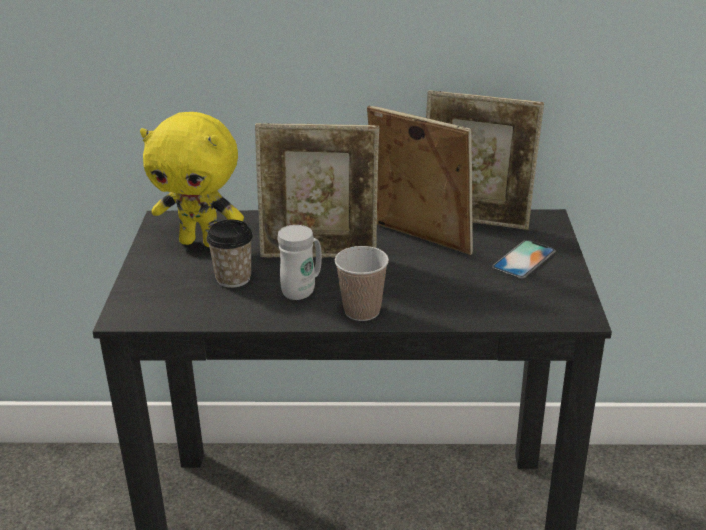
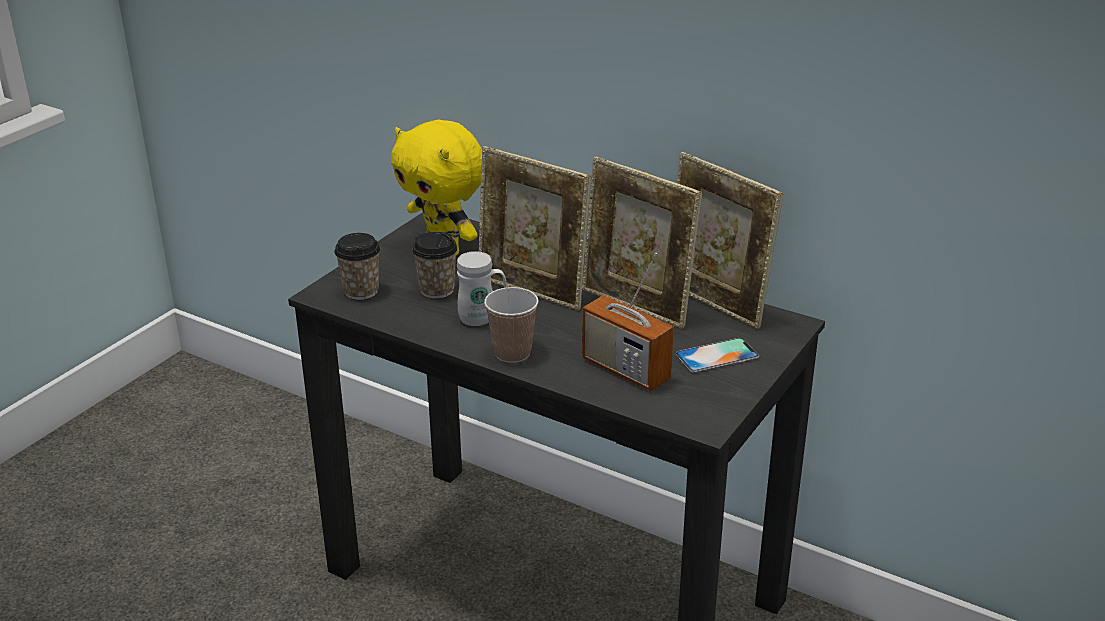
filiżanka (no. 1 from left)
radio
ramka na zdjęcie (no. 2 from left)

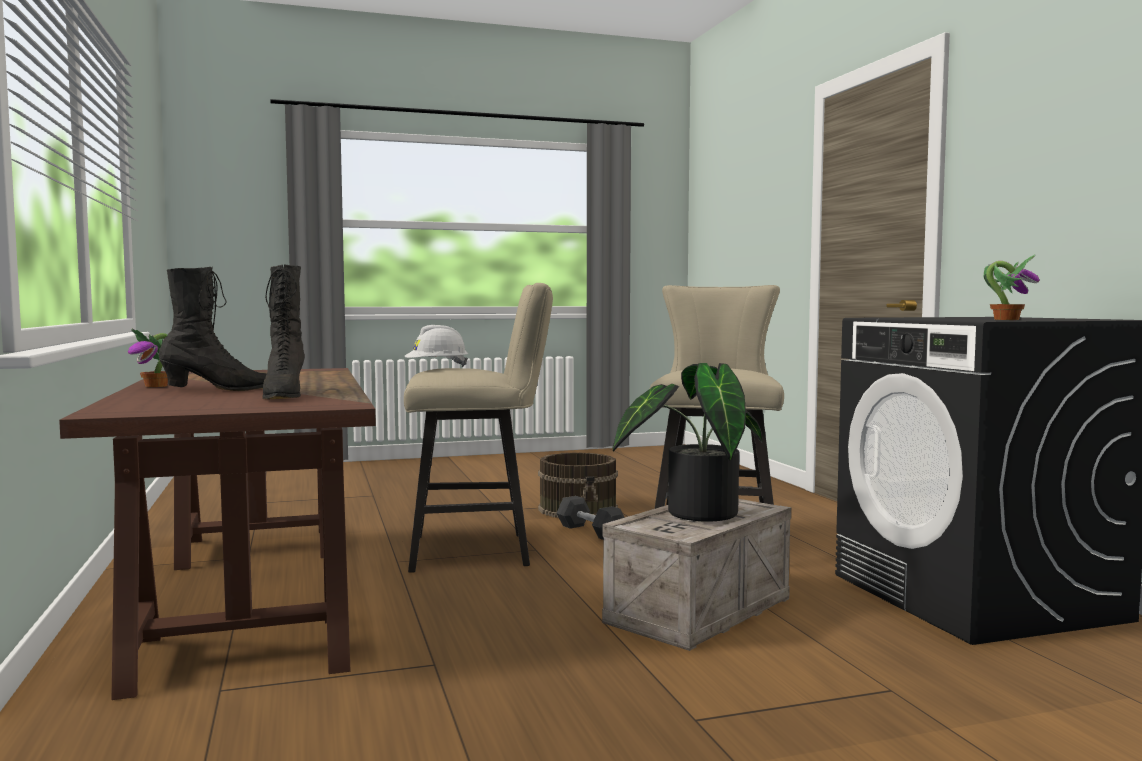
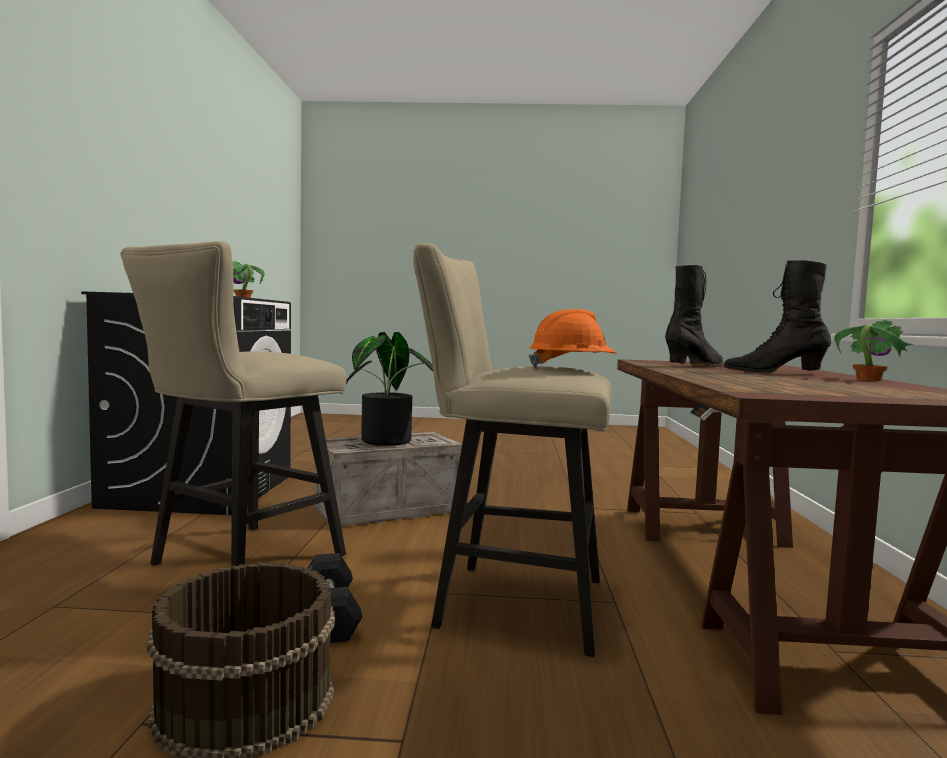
kask/pomarańczowy
but z cholewką/czarny (no. 1 from left)

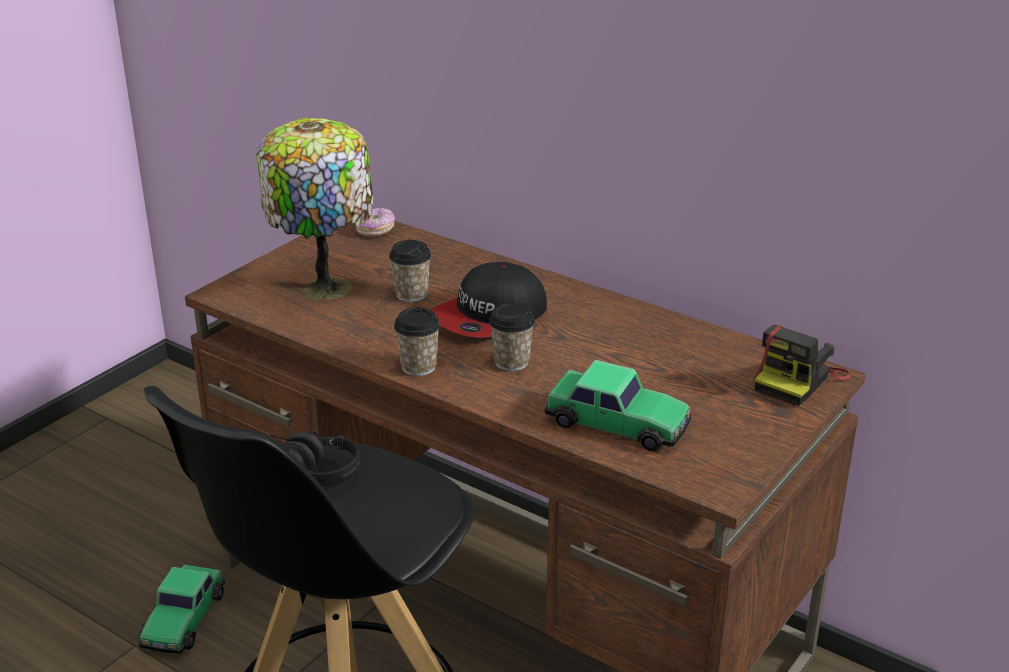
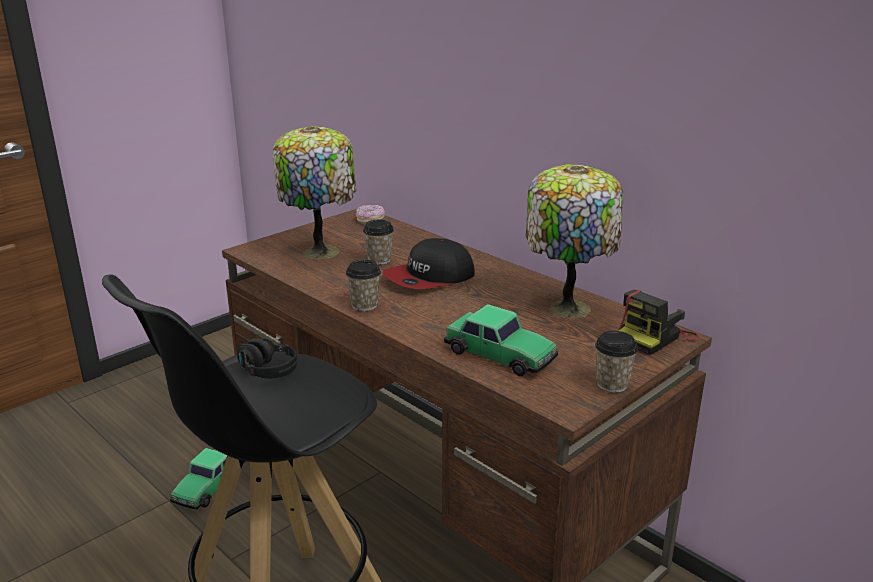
lampa stołowa (no. 2 from left)
filiżanka (no. 3 from left)

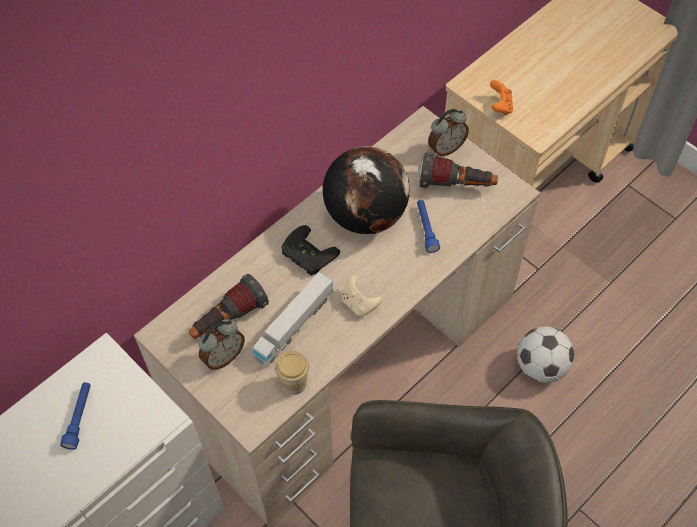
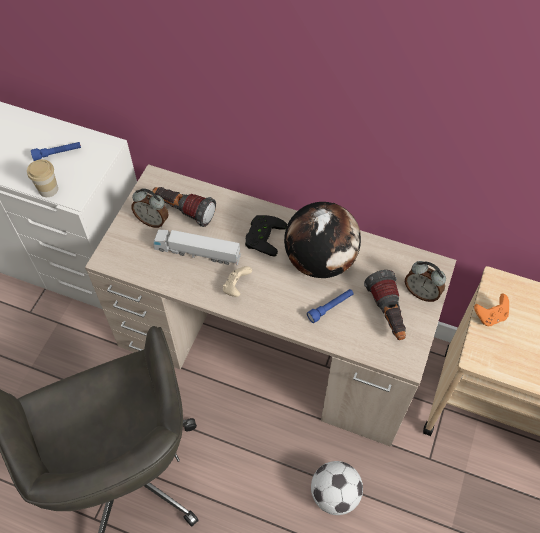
filiżanka

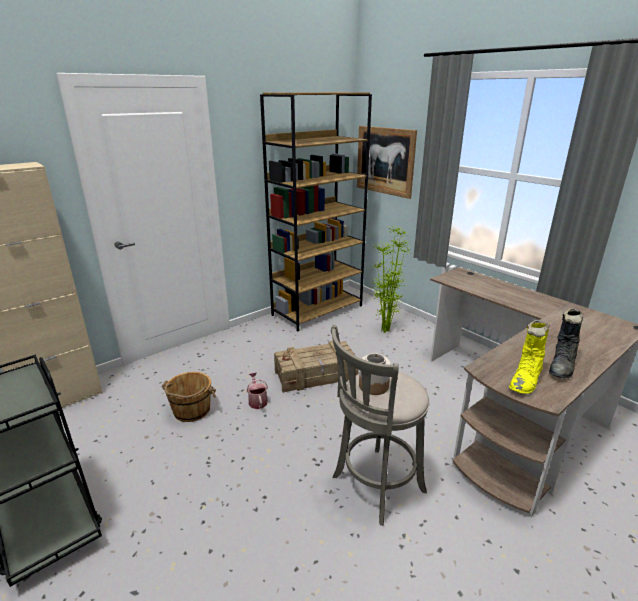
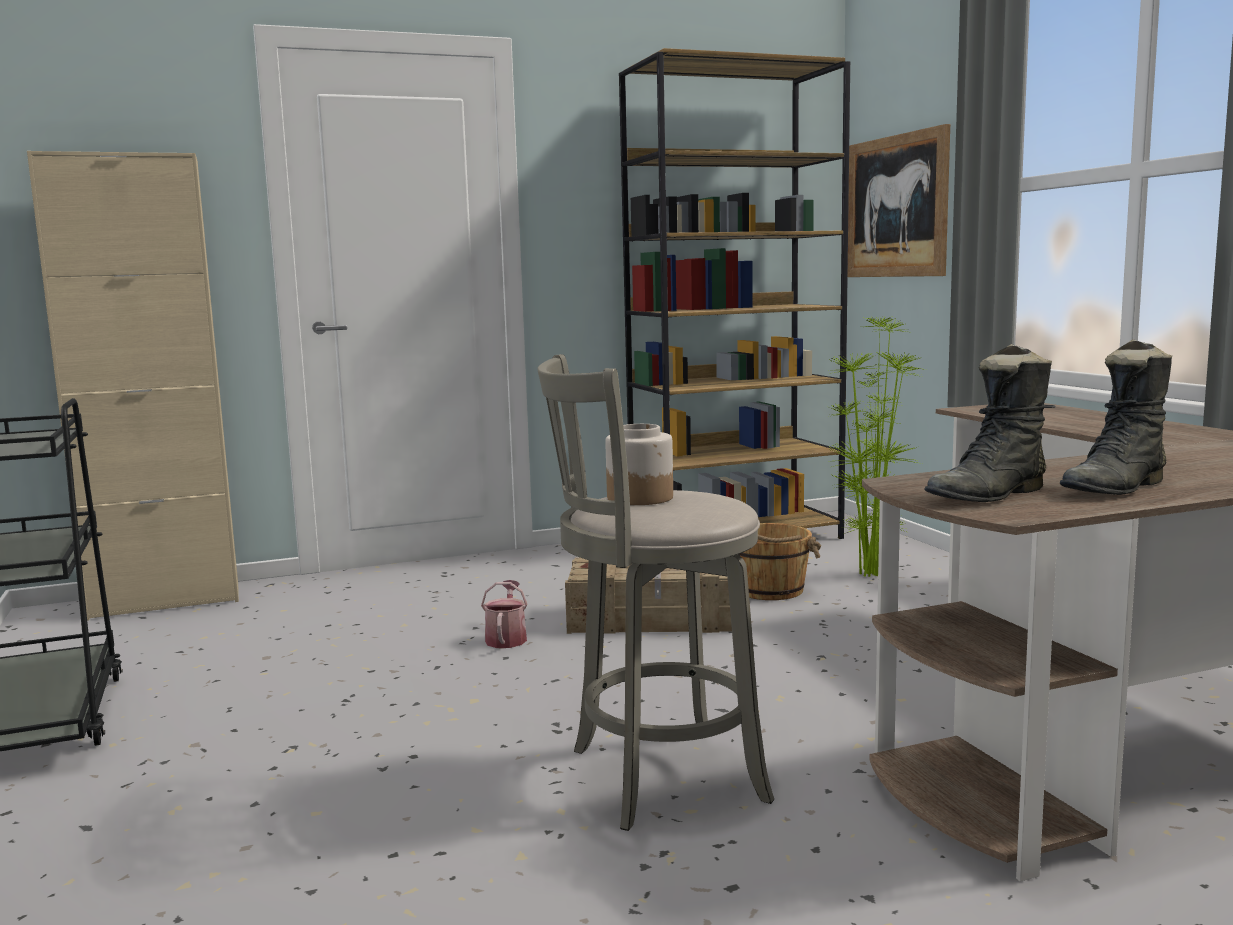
wiadro/brązowy
but z cholewką/czarny (no. 1 from left)

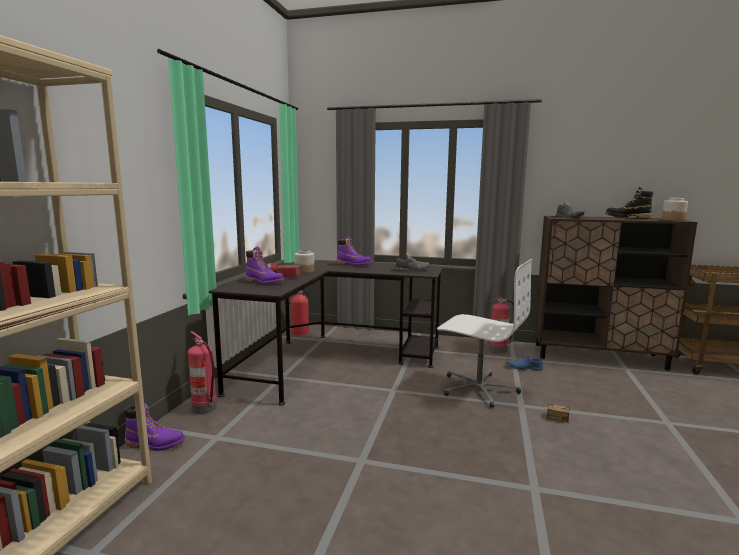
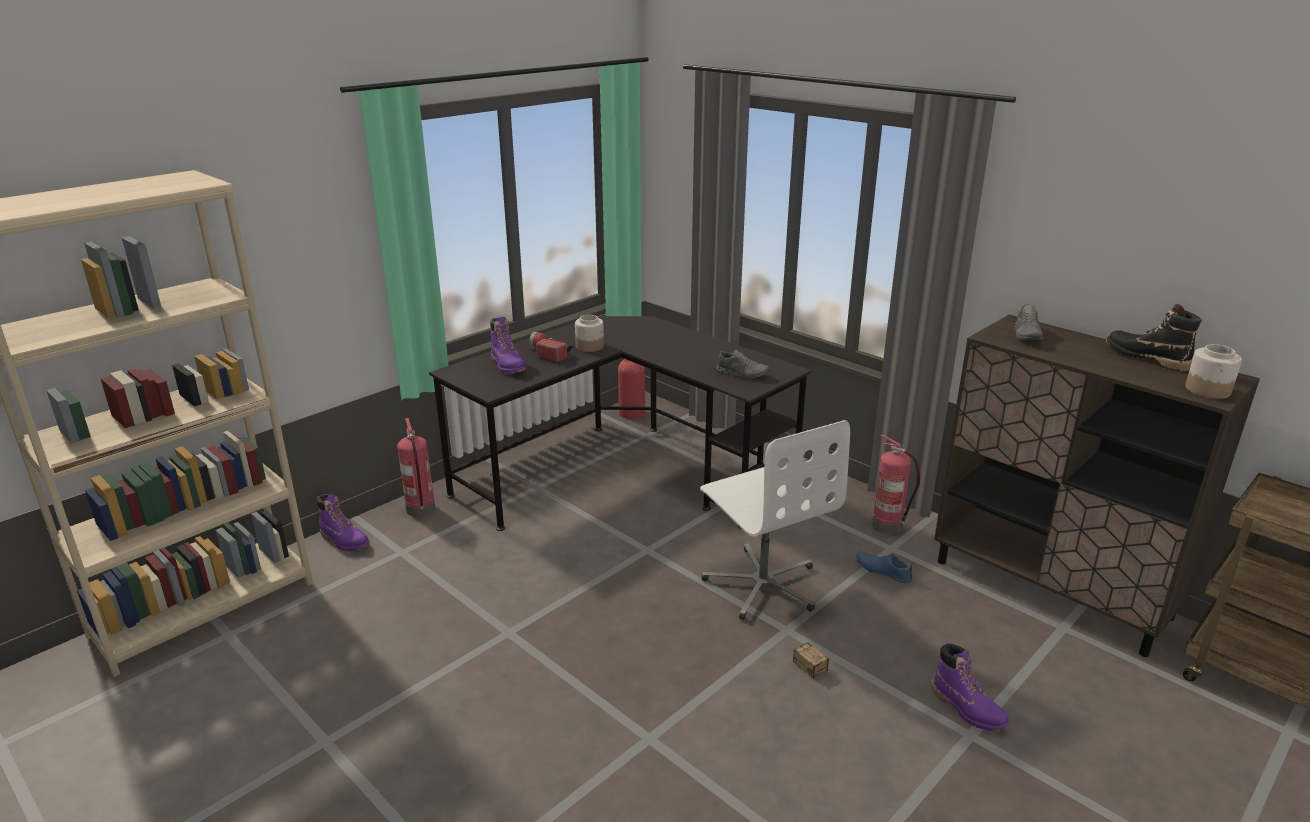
but z cholewką/fioletowy (no. 3 from left)

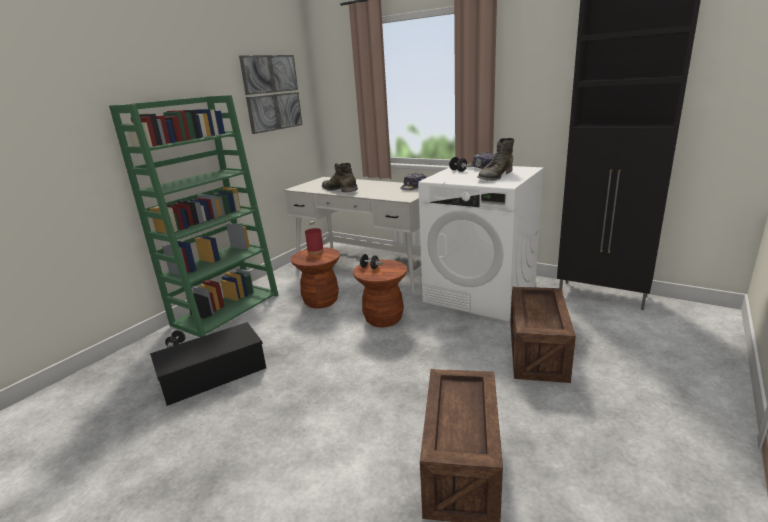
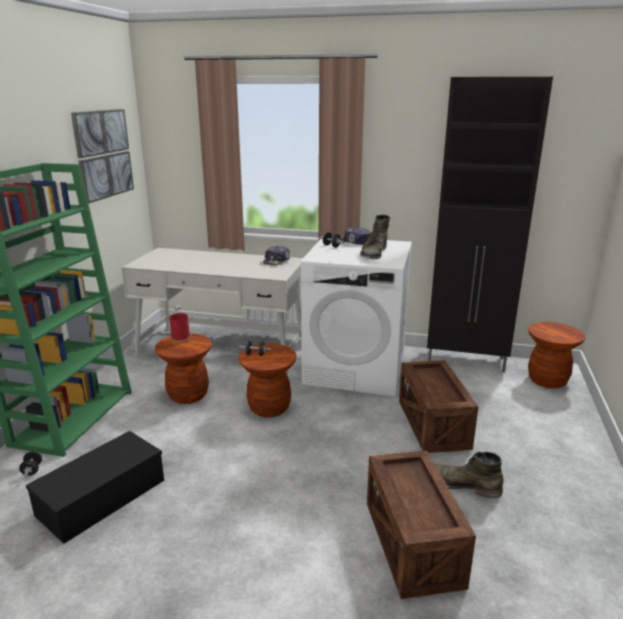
stołek/brązowy (no. 3 from left)
but z cholewką/zielony (no. 2 from left)

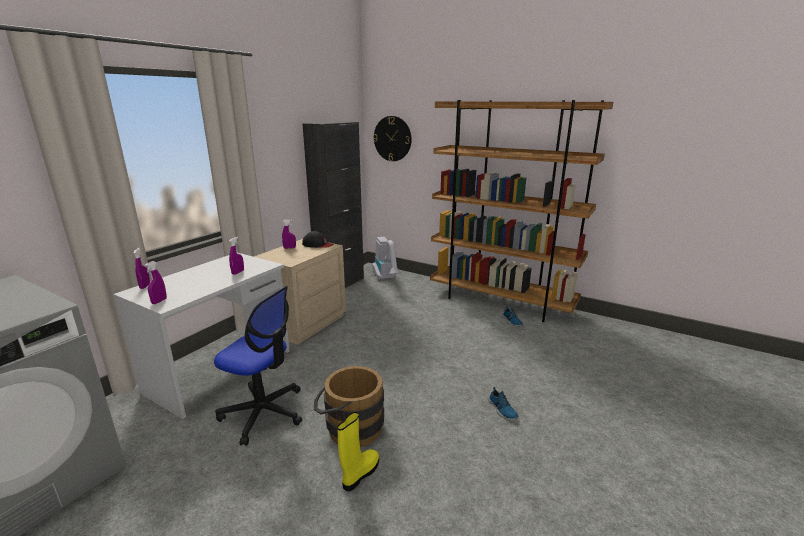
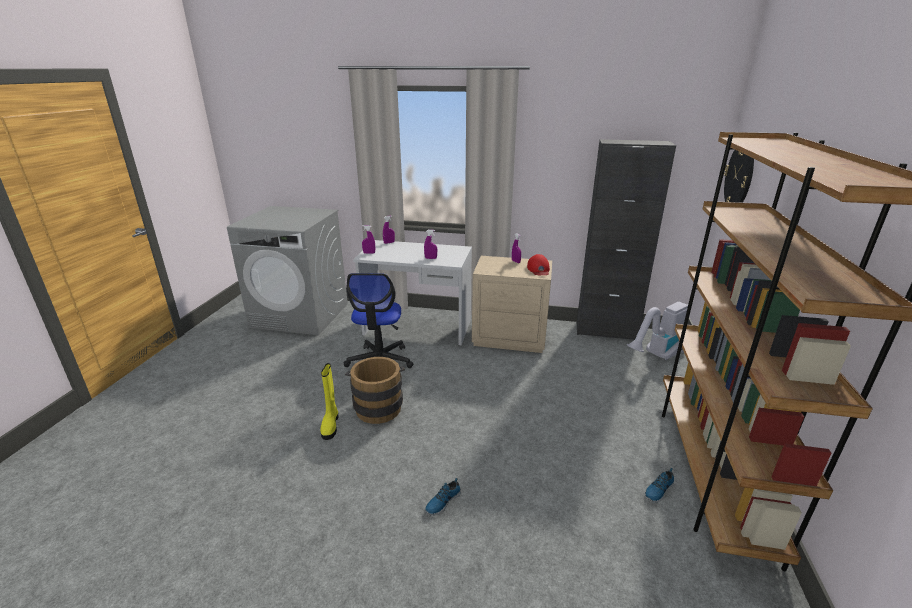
czapka z daszkiem/czerwony
but z cholewką/żółty

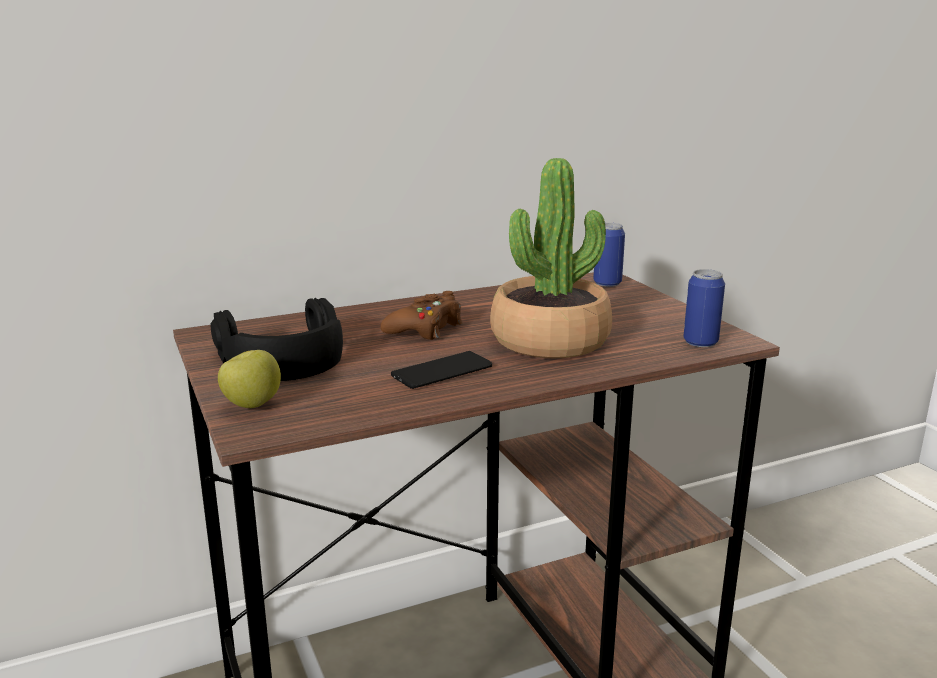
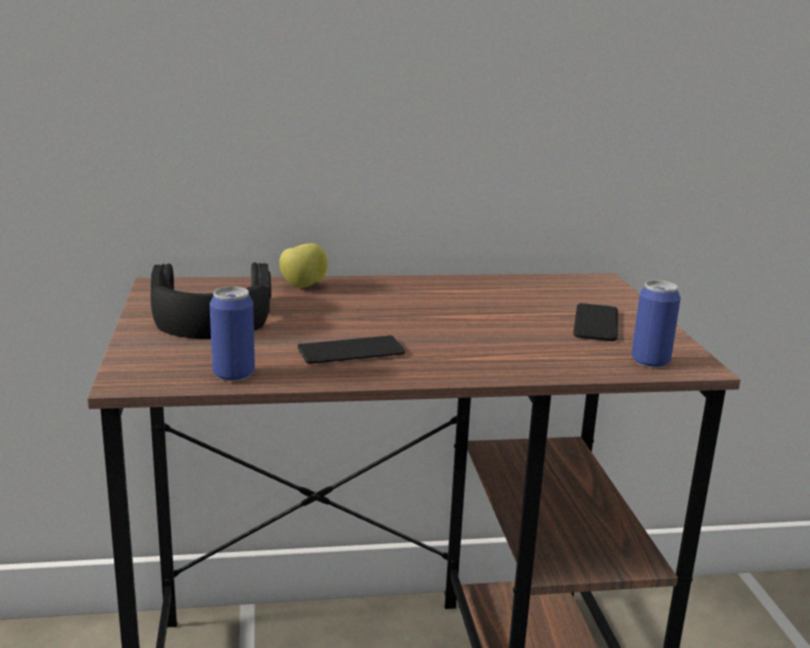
pad do gier/brązowy
roślina doniczkowa
telefon (no. 2 from left)
jabłko
puszka (no. 1 from left)

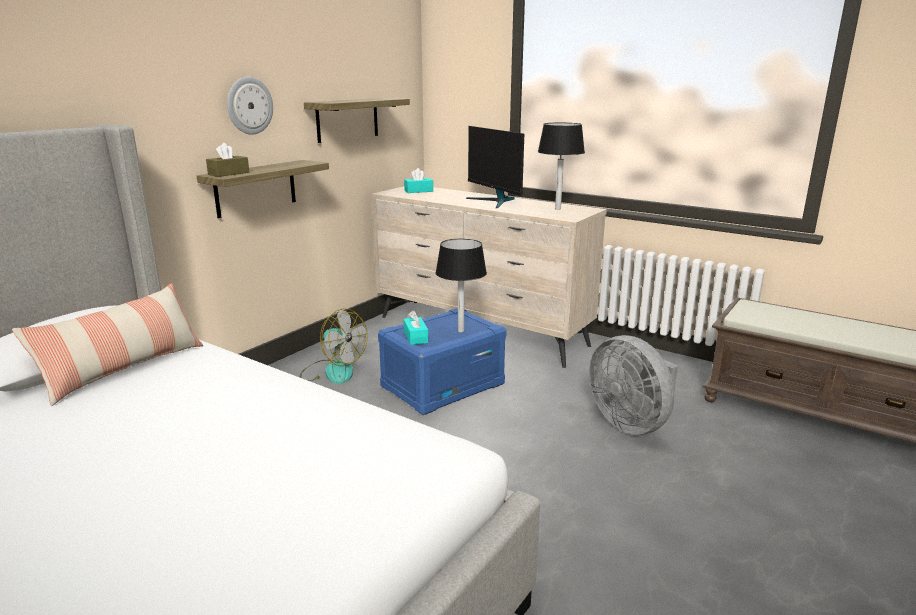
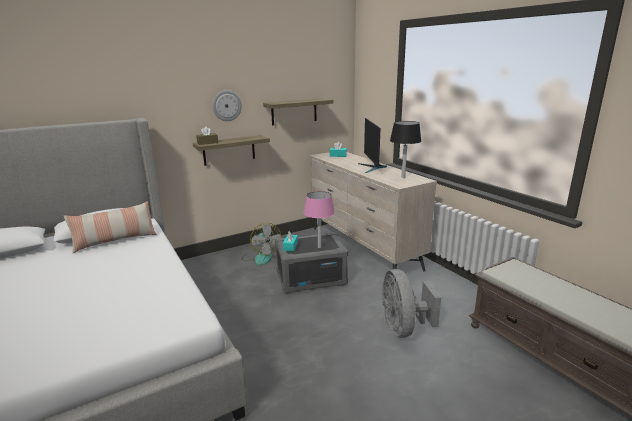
pojemnik do przechowywania/szary
lampa stołowa/różowy

